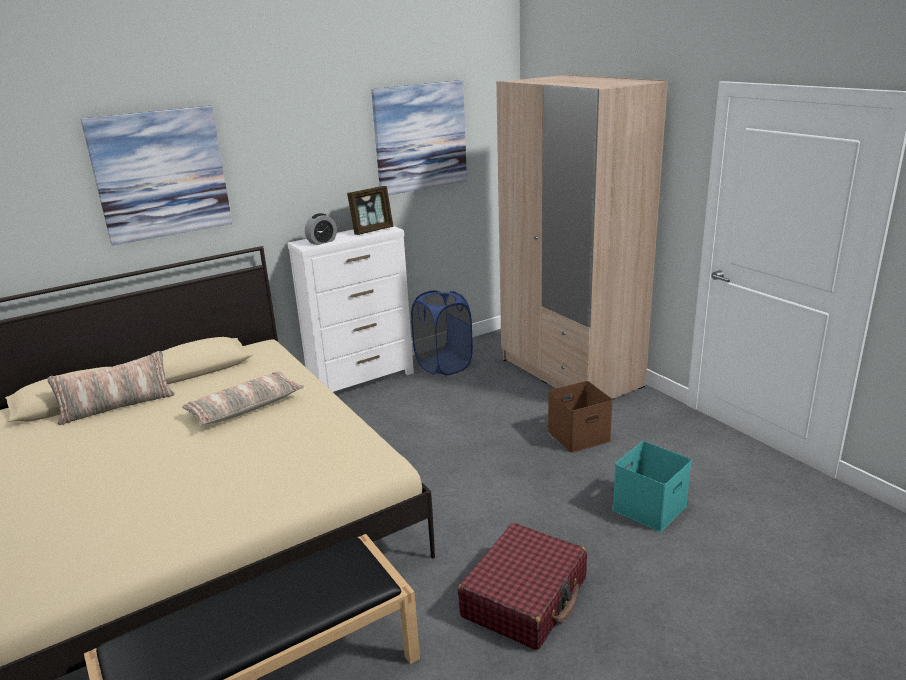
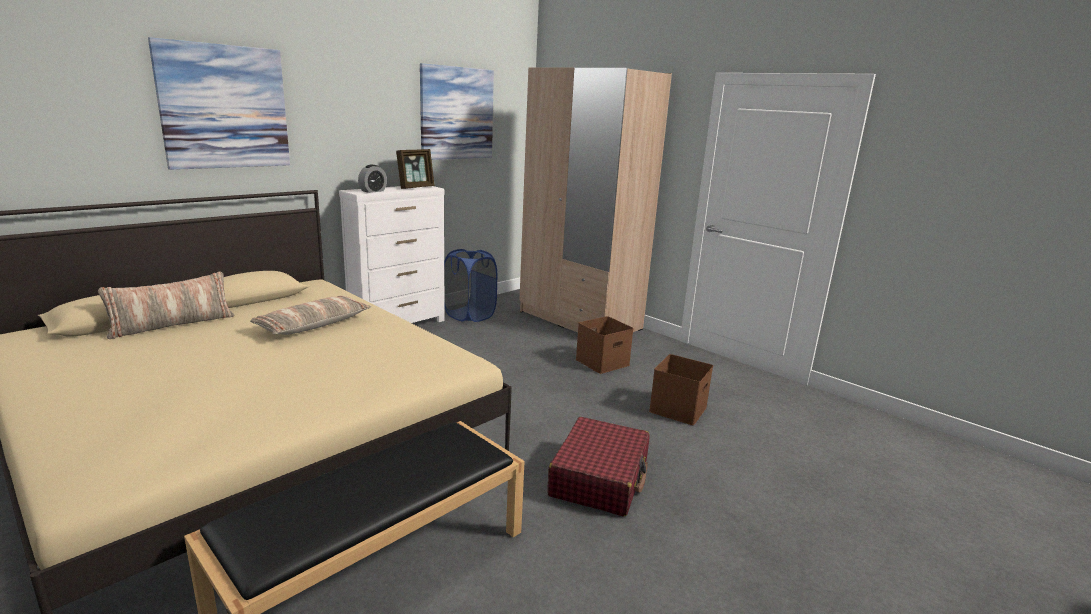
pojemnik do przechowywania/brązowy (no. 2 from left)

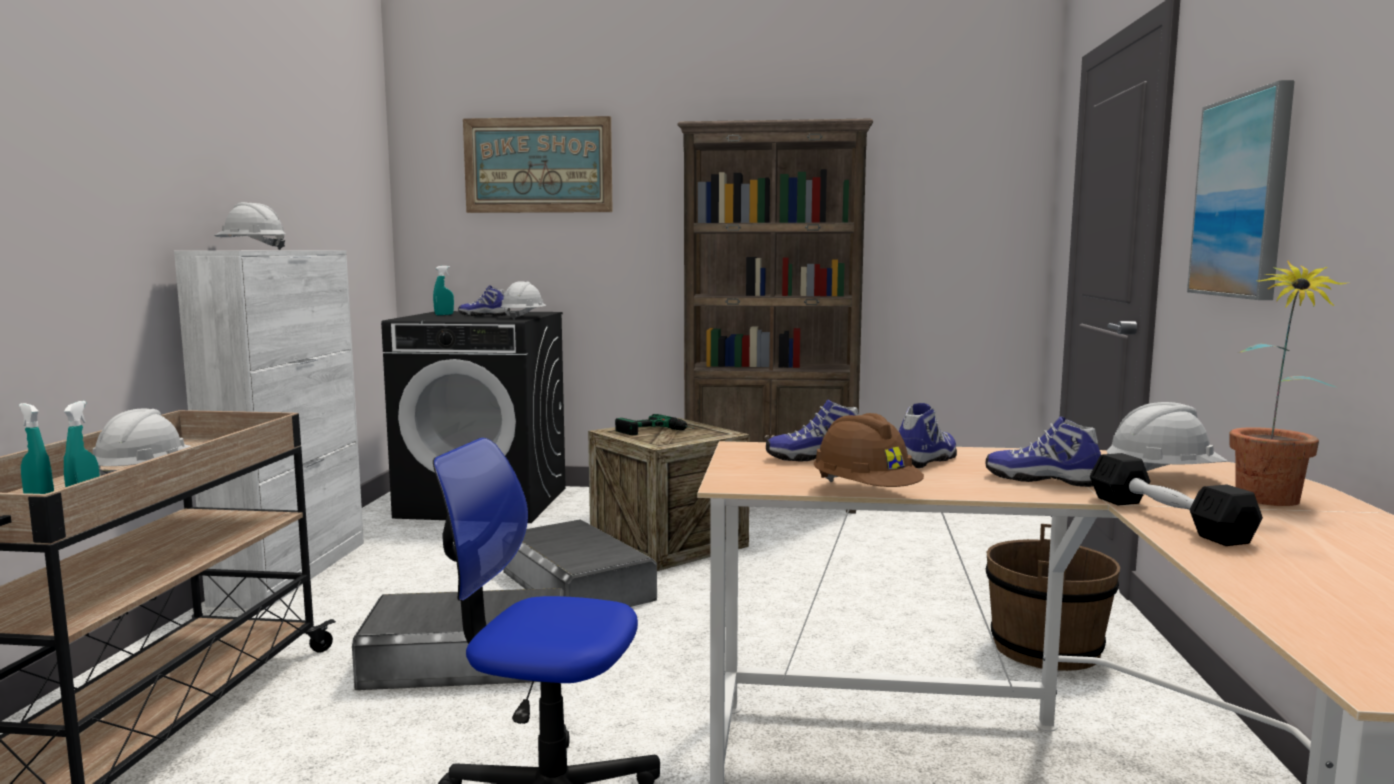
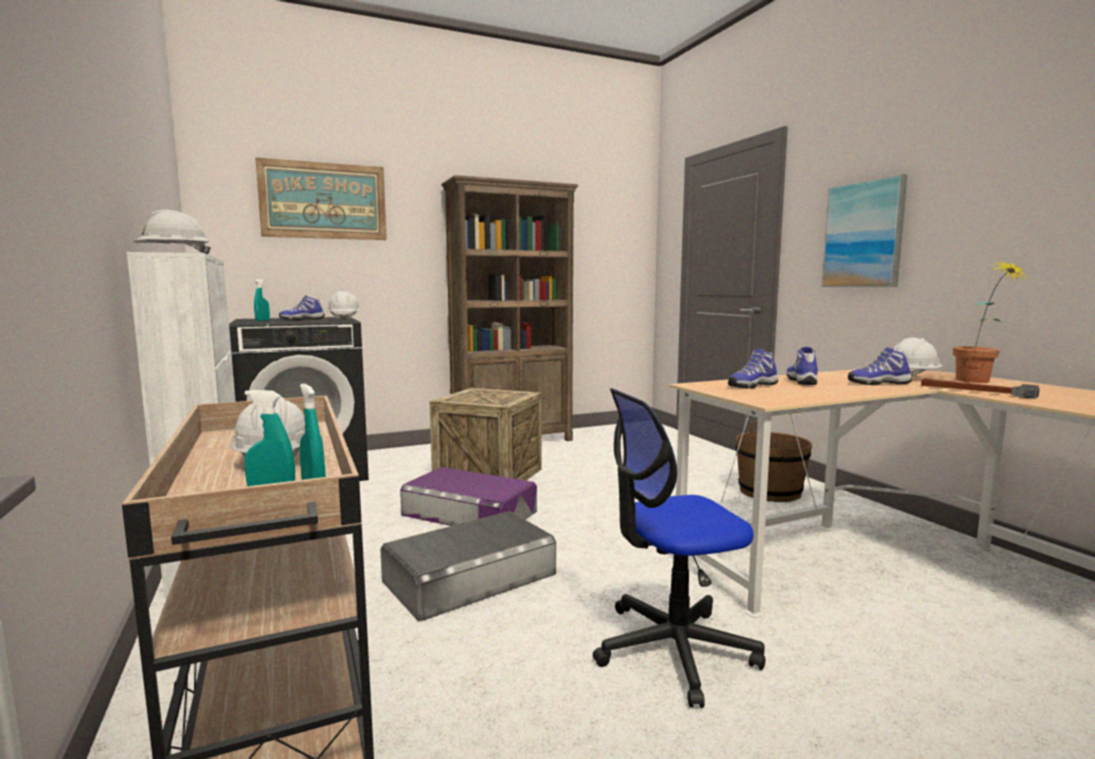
wiertarka
kask/brązowy
młotek
pojemnik do przechowywania/fioletowy

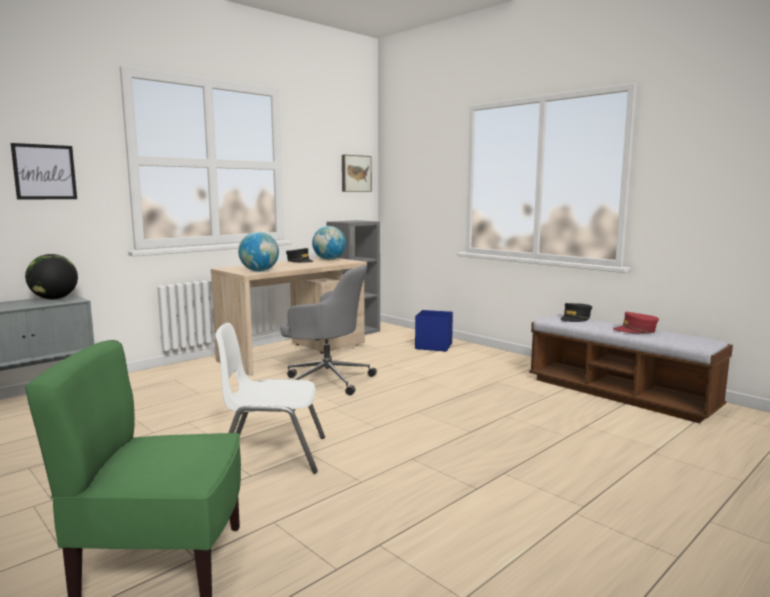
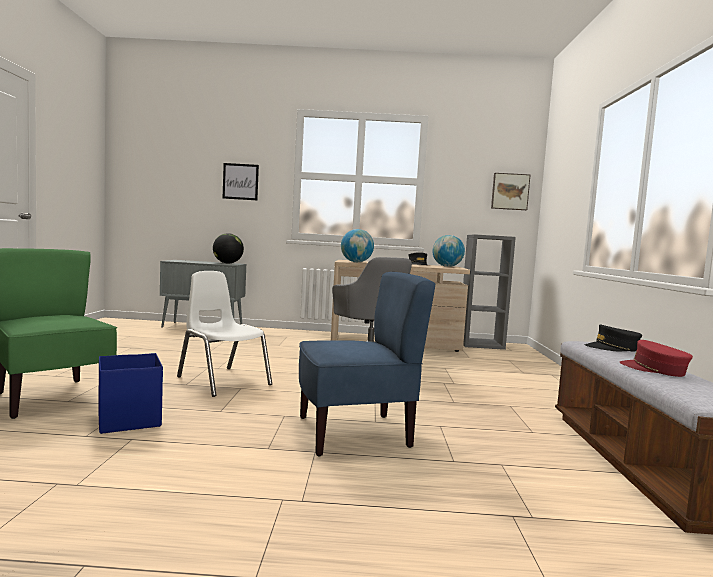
krzesło/niebieski
pojemnik do przechowywania/niebieski

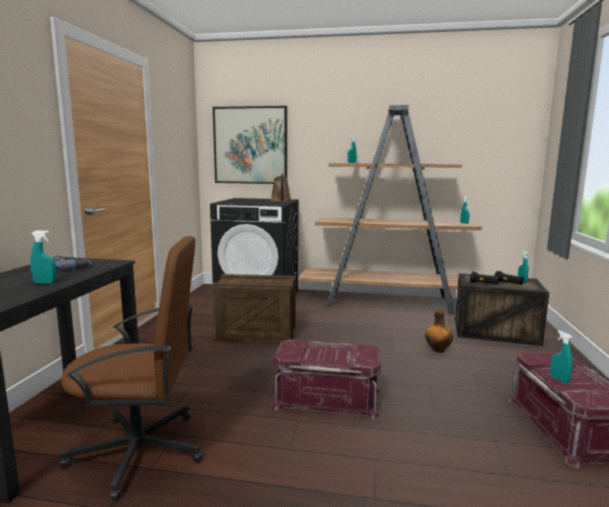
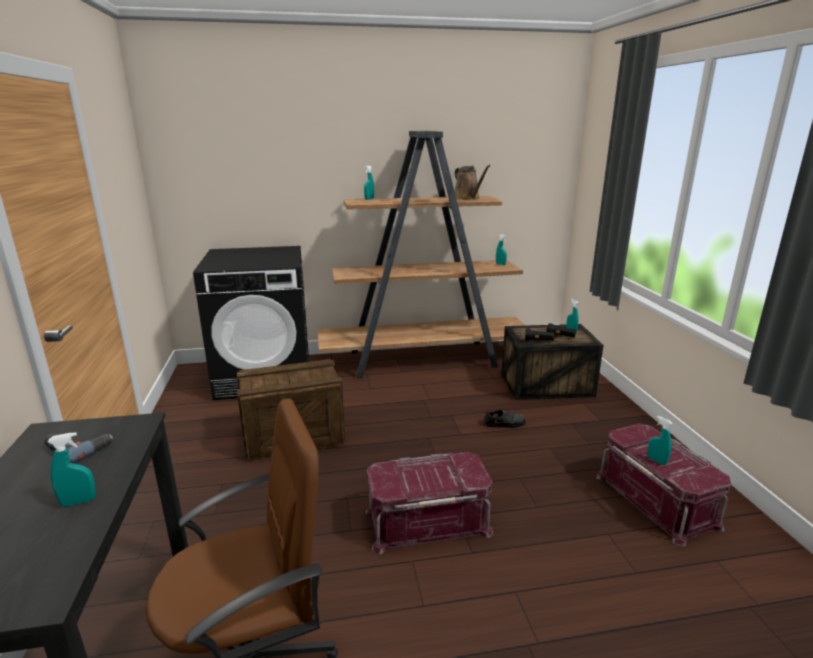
obraz
konewka/brązowy
but/czarny

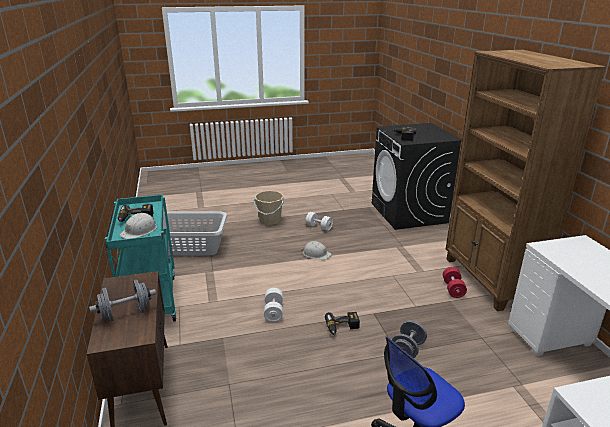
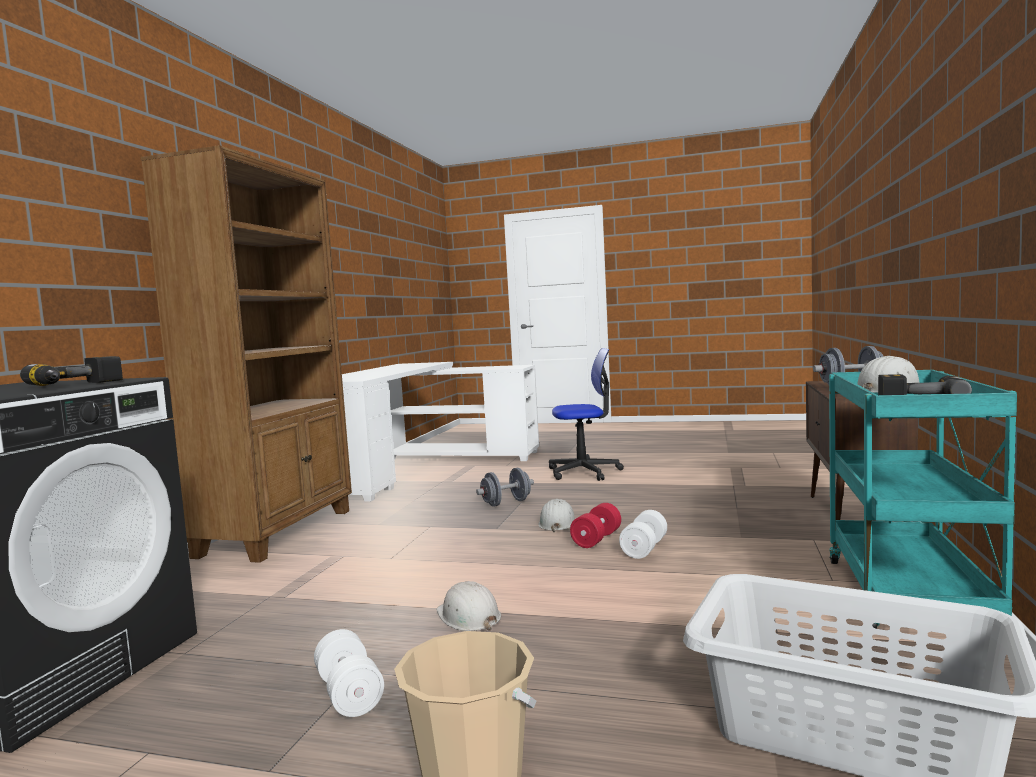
hantel/czerwony
kask/biały (no. 2 from left)

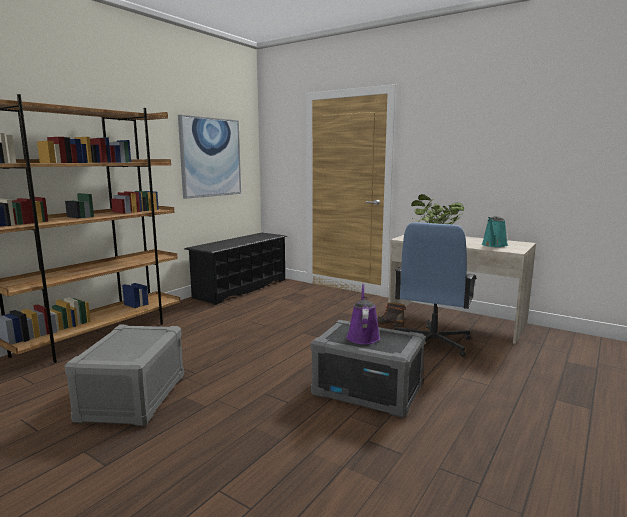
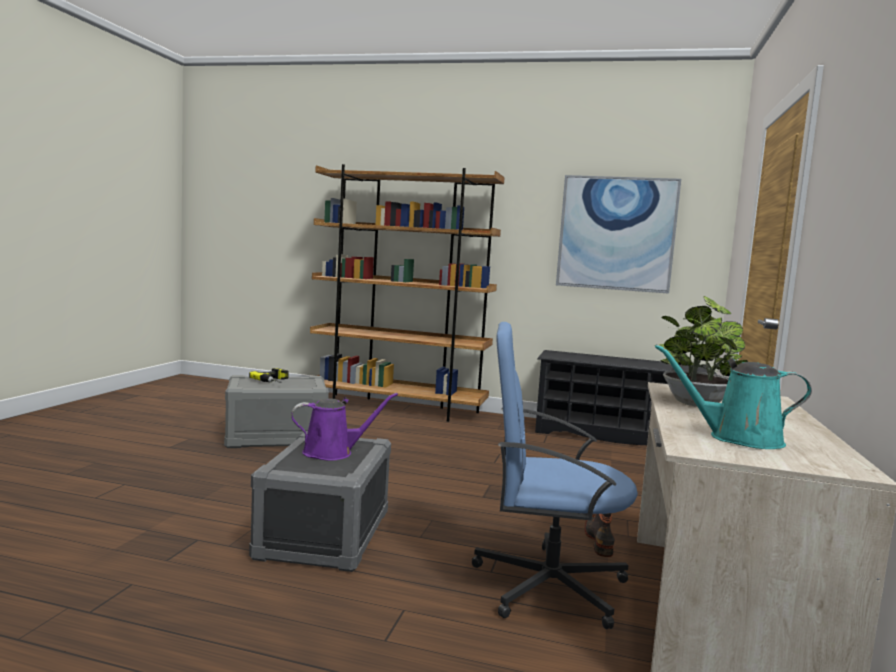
wiertarka

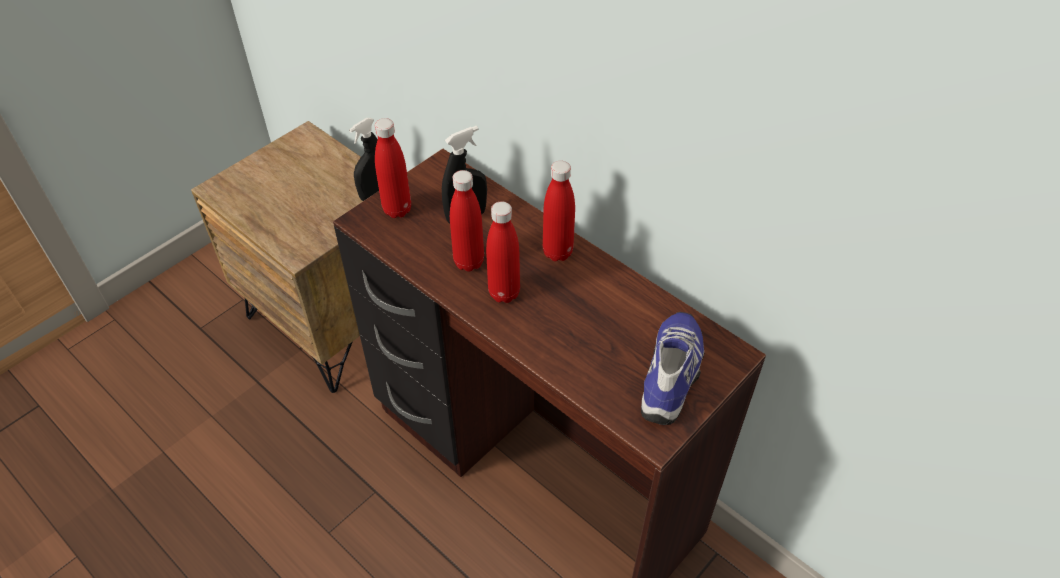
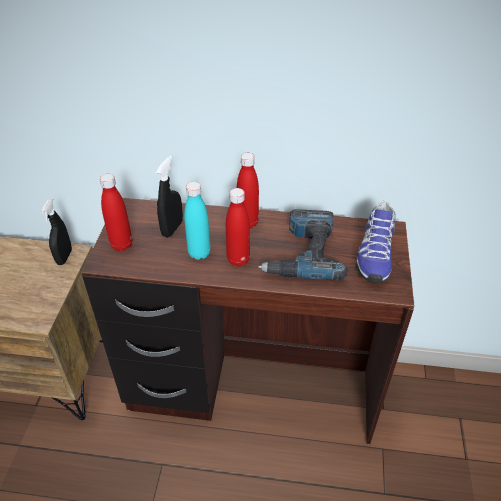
wiertarka
butelka/turkusowy
but

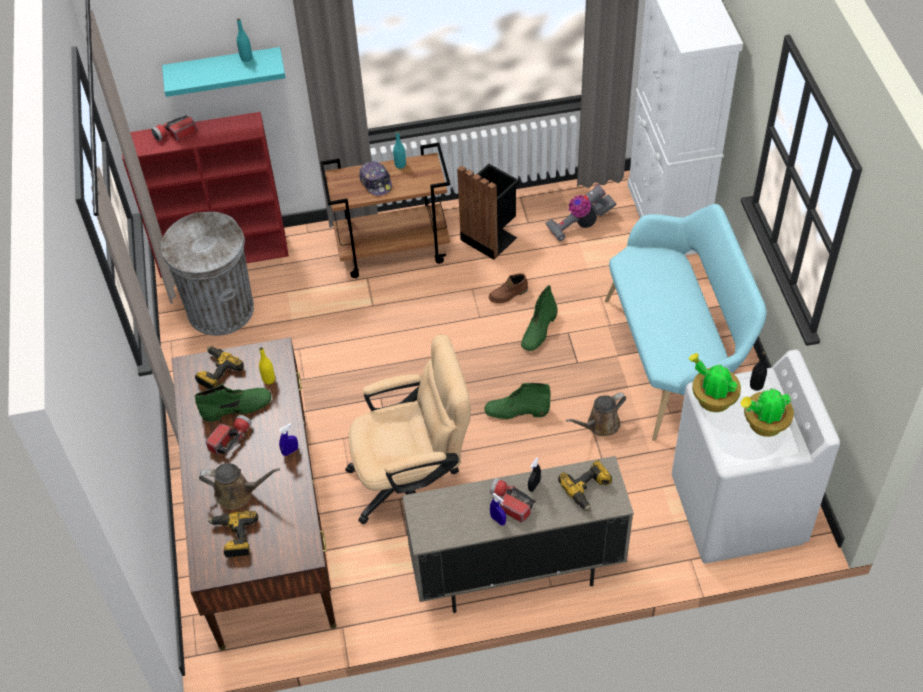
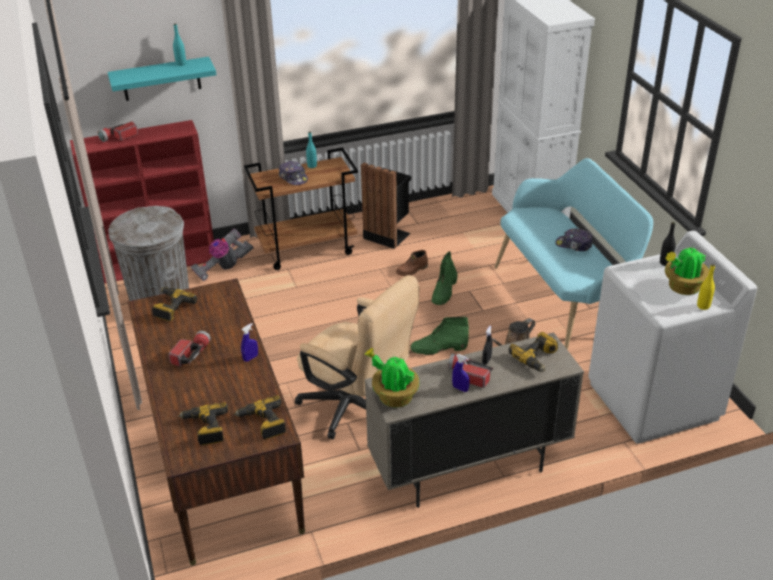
but z cholewką/zielony (no. 1 from left in the first image)
konewka/brązowy (no. 1 from left in the first image)
wiertarka (no. 3 from left)
czapka z daszkiem (no. 2 from left)
butelka/żółty
odkurzacz
roślina doniczkowa (no. 1 from left)
krzesło biurowe/beżowy

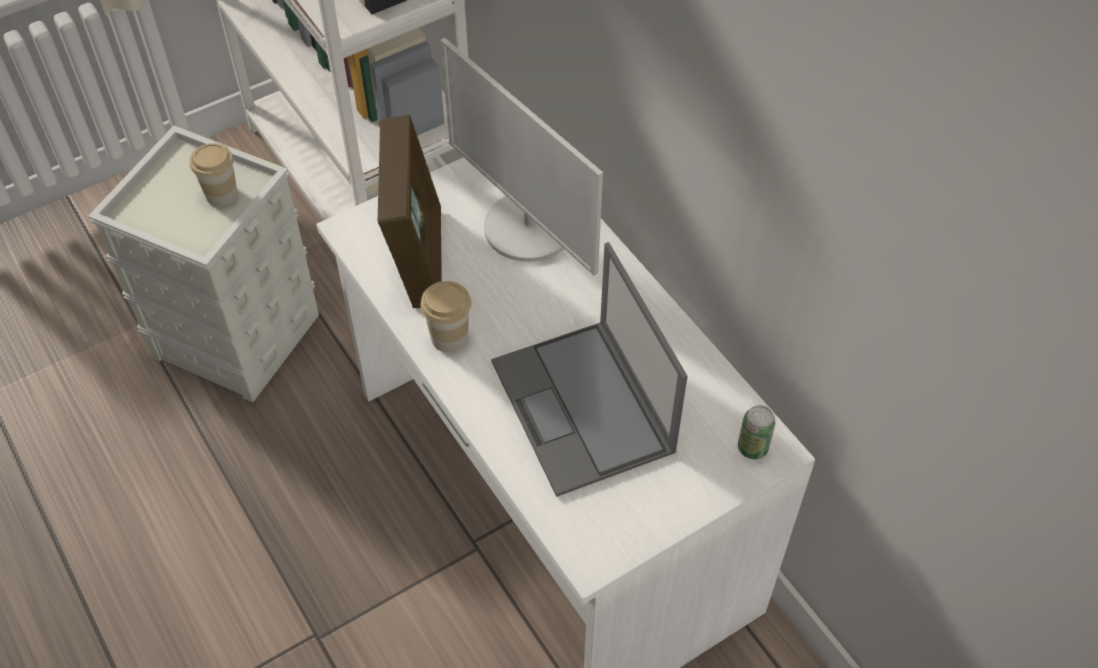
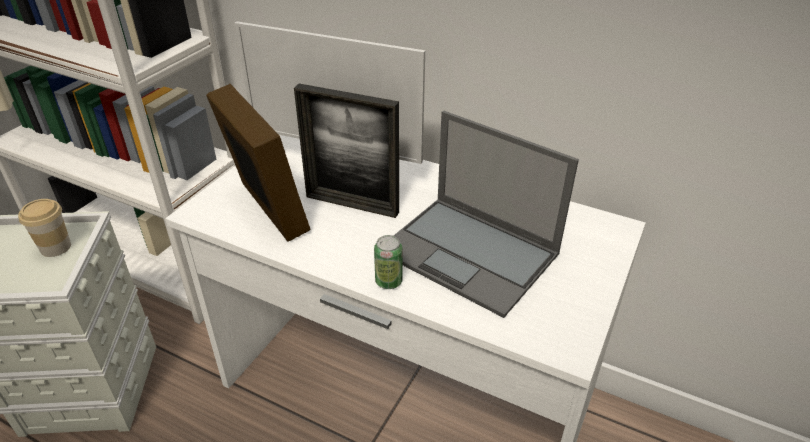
filiżanka (no. 2 from left in the first image)
ramka na zdjęcie (no. 2 from left)
puszka

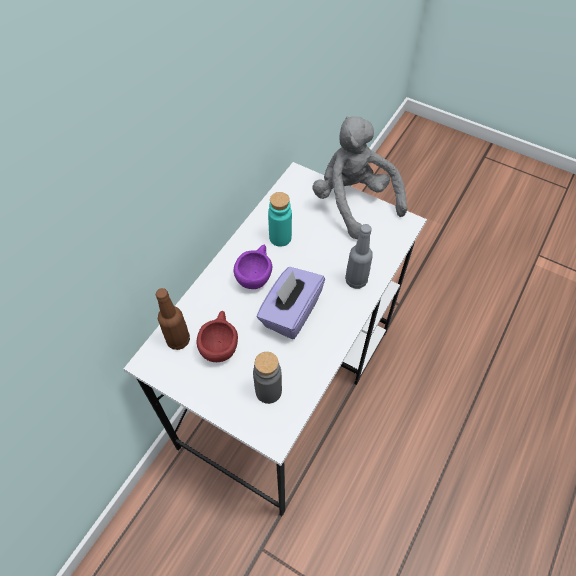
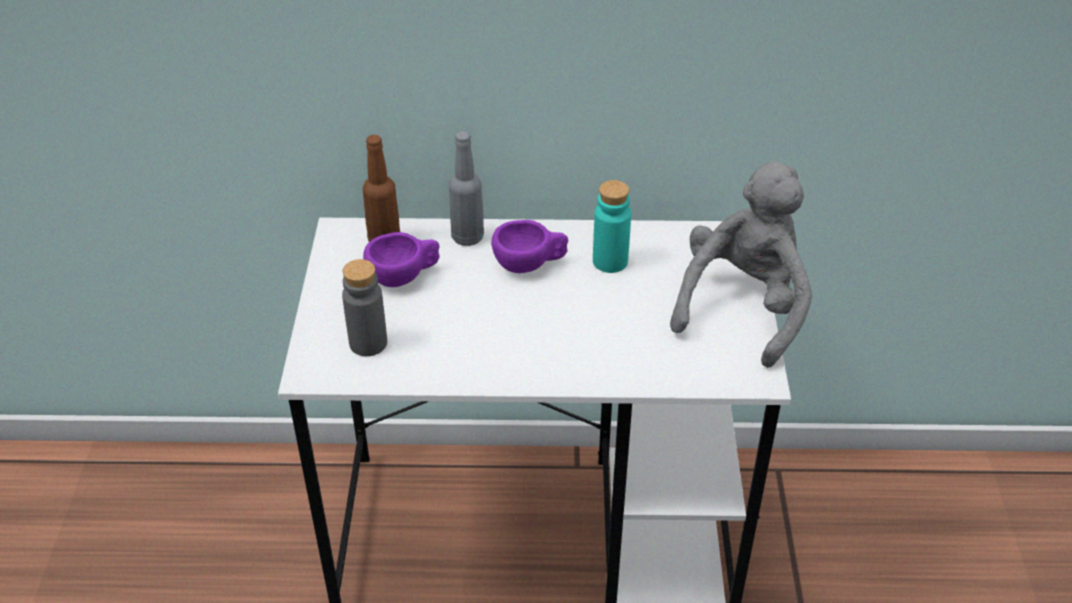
pudełko chusteczek/fioletowy
butelka/szary (no. 2 from left)
filiżanka/fioletowy (no. 1 from left)

